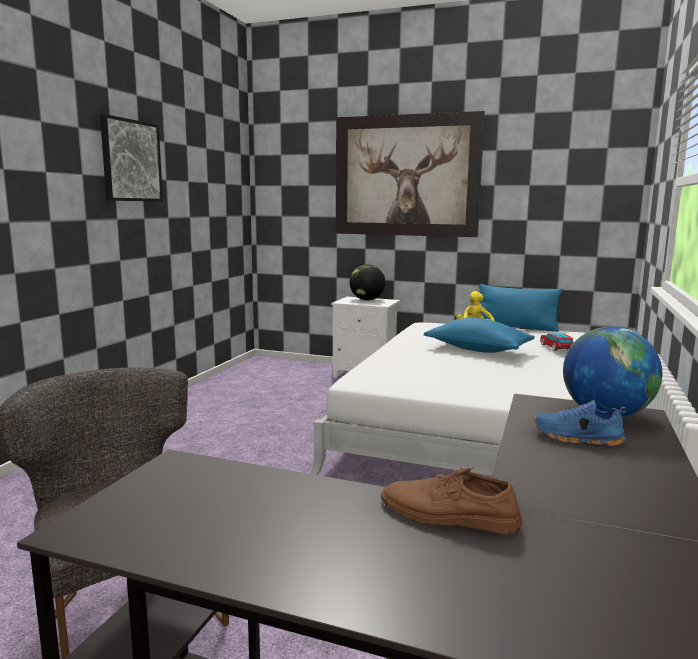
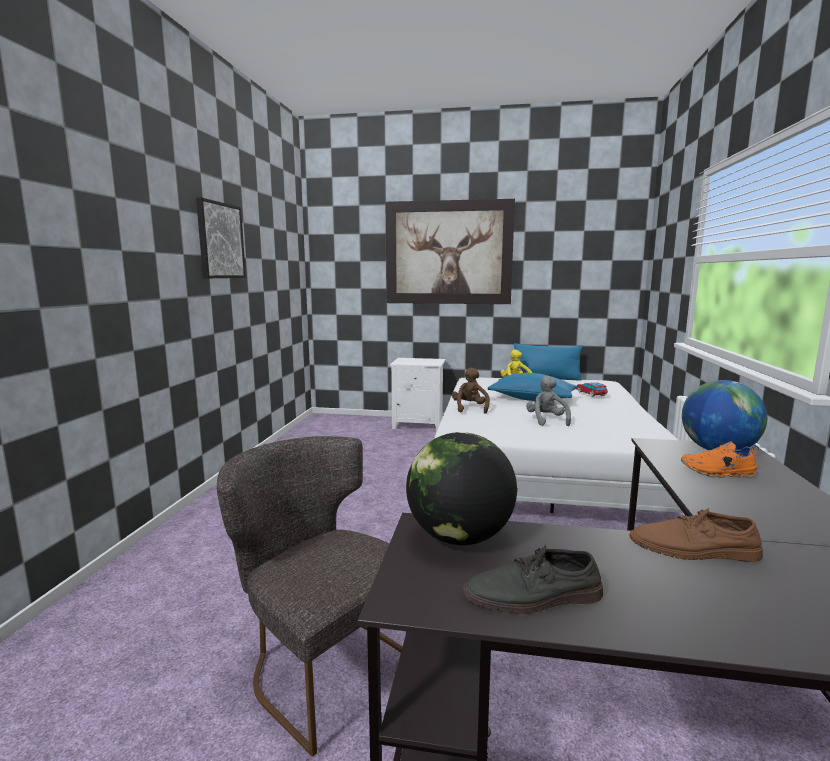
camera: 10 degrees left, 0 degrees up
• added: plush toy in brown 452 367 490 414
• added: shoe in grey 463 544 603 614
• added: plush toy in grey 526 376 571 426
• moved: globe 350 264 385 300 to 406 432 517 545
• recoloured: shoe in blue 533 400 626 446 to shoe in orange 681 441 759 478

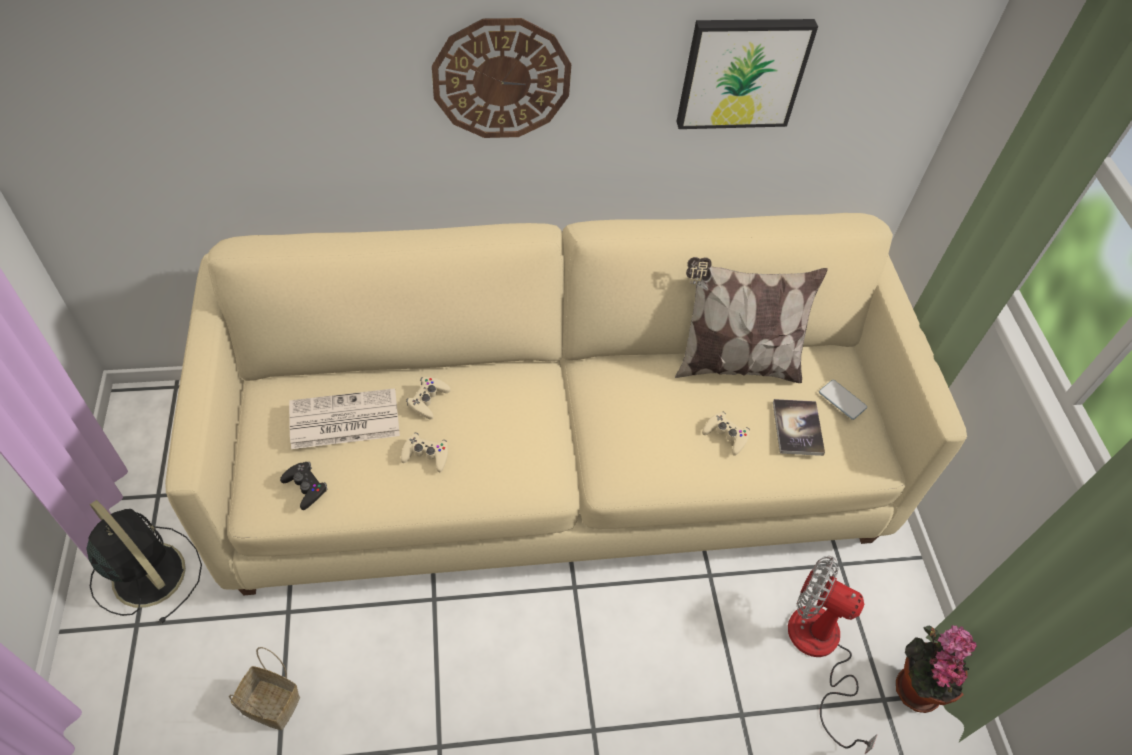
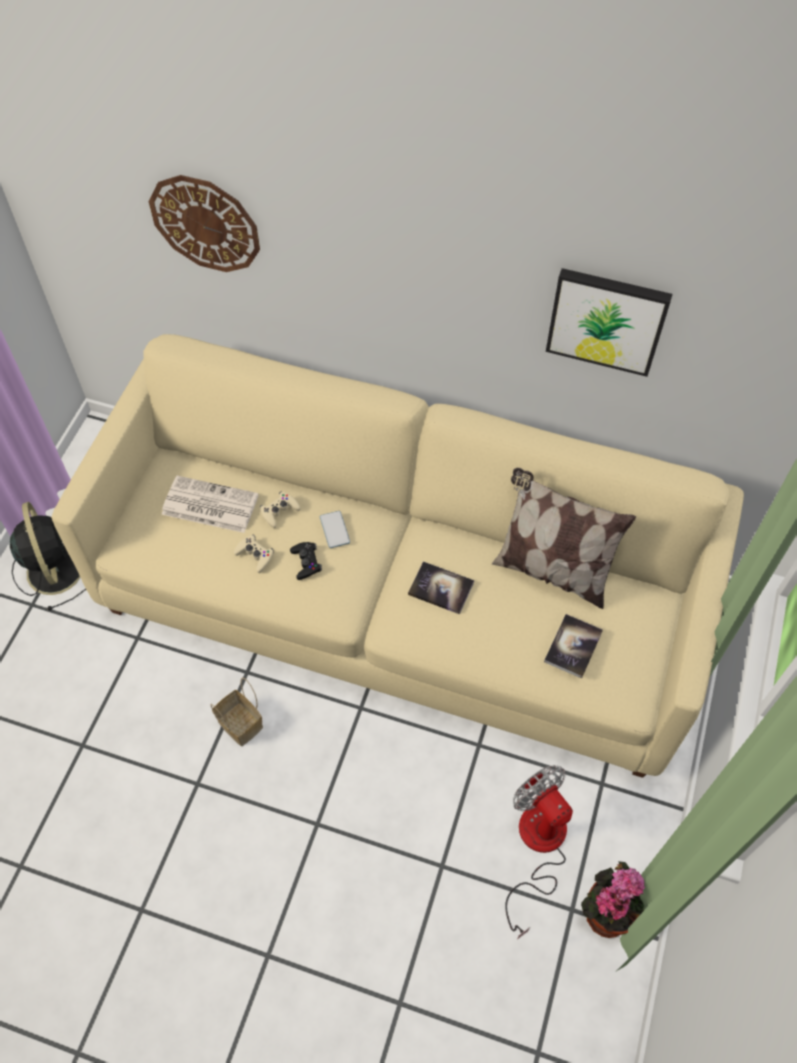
camera: 30 degrees right, 5 degrees up
• removed: game controller in beige 702 412 750 456
• added: book 408 561 474 614
• moved: basket 229 647 300 730 to 210 677 263 746
• moved: game controller in black 280 462 328 510 to 290 542 322 580
• moved: wall clock 432 18 571 138 to 149 175 260 272
• moved: phone 819 380 867 420 to 320 511 350 548

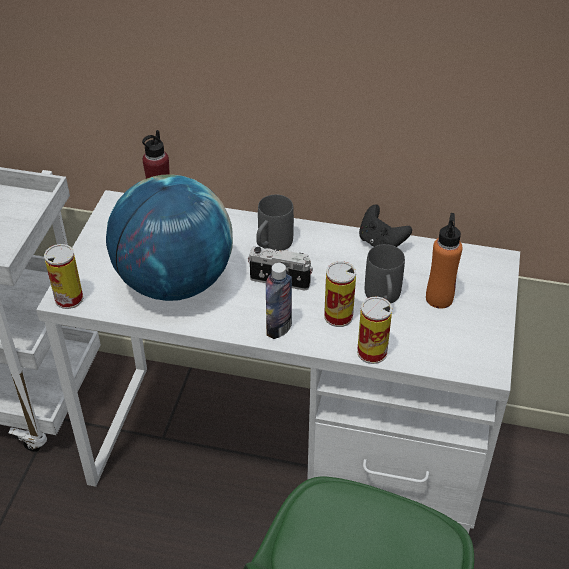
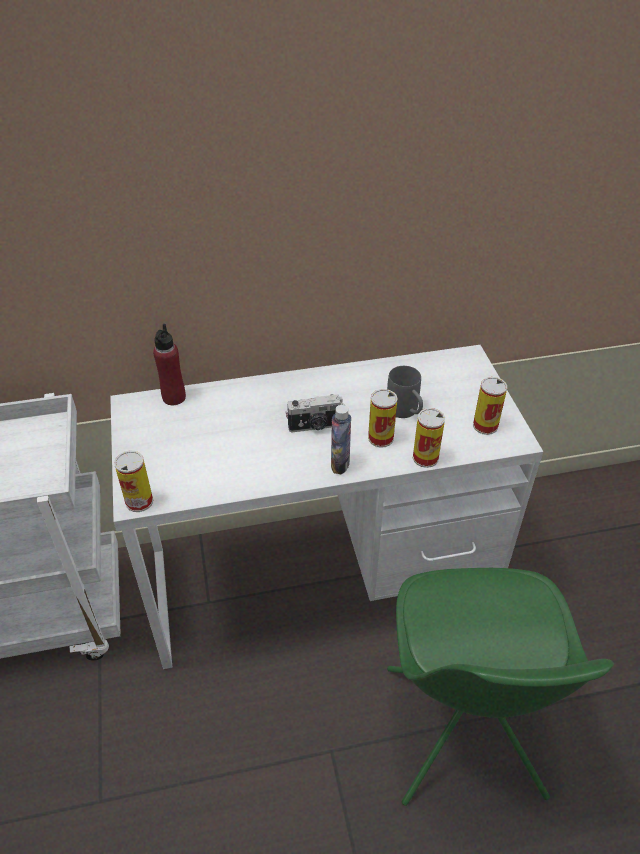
camera: 25 degrees left, 0 degrees up
• removed: globe 106 174 233 301
• removed: mug in grey 256 195 294 251
• removed: game controller in black 359 205 412 247
• removed: bottle in orange 426 213 463 309
• added: can 473 377 507 435

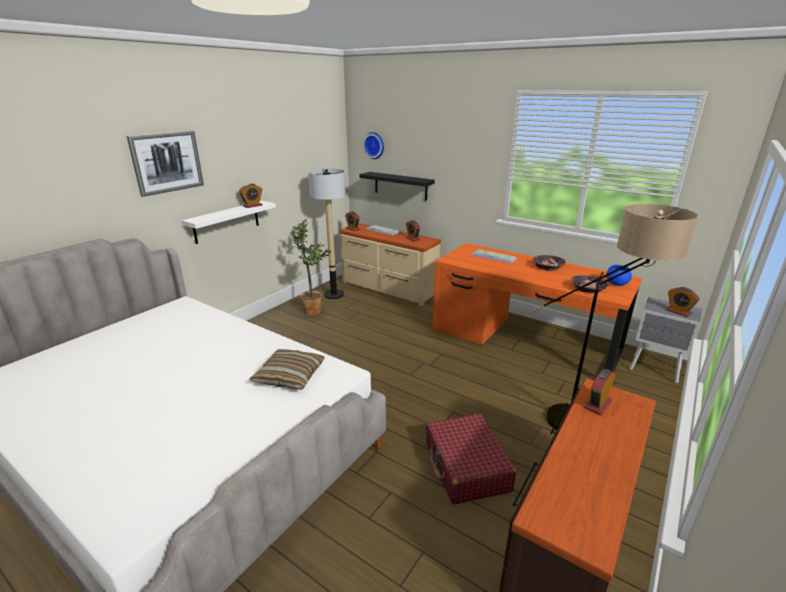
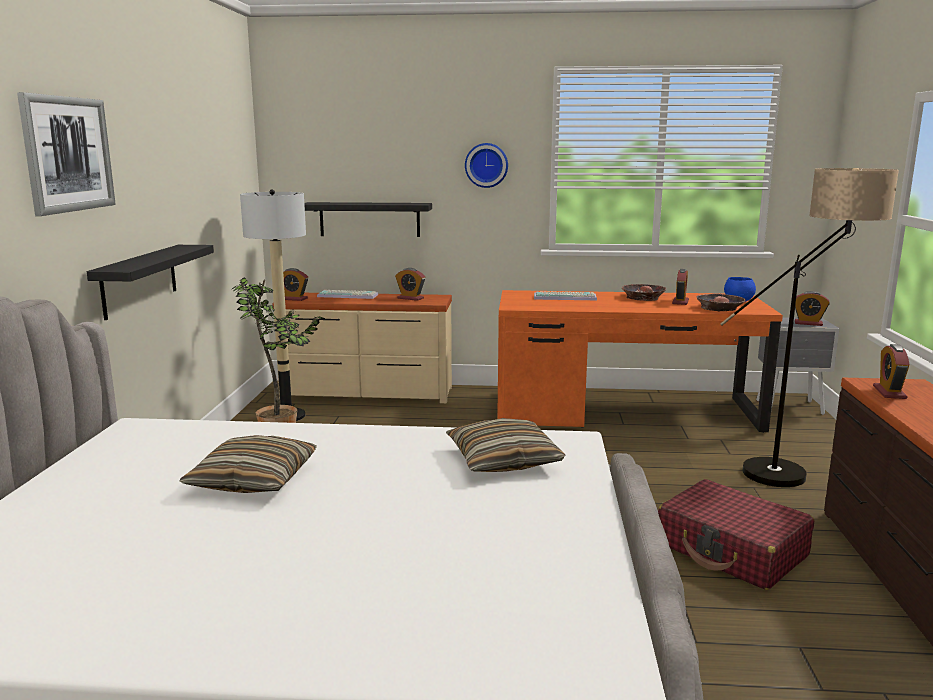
camera: 30 degrees left, 10 degrees down
• added: pillow 179 435 317 493
• moved: alarm clock 239 183 263 208 to 672 269 689 305
• moved: wall clock 363 132 384 159 to 465 143 508 188
• recoloured: shelf in white 182 201 276 244 to shelf in black 87 245 214 320

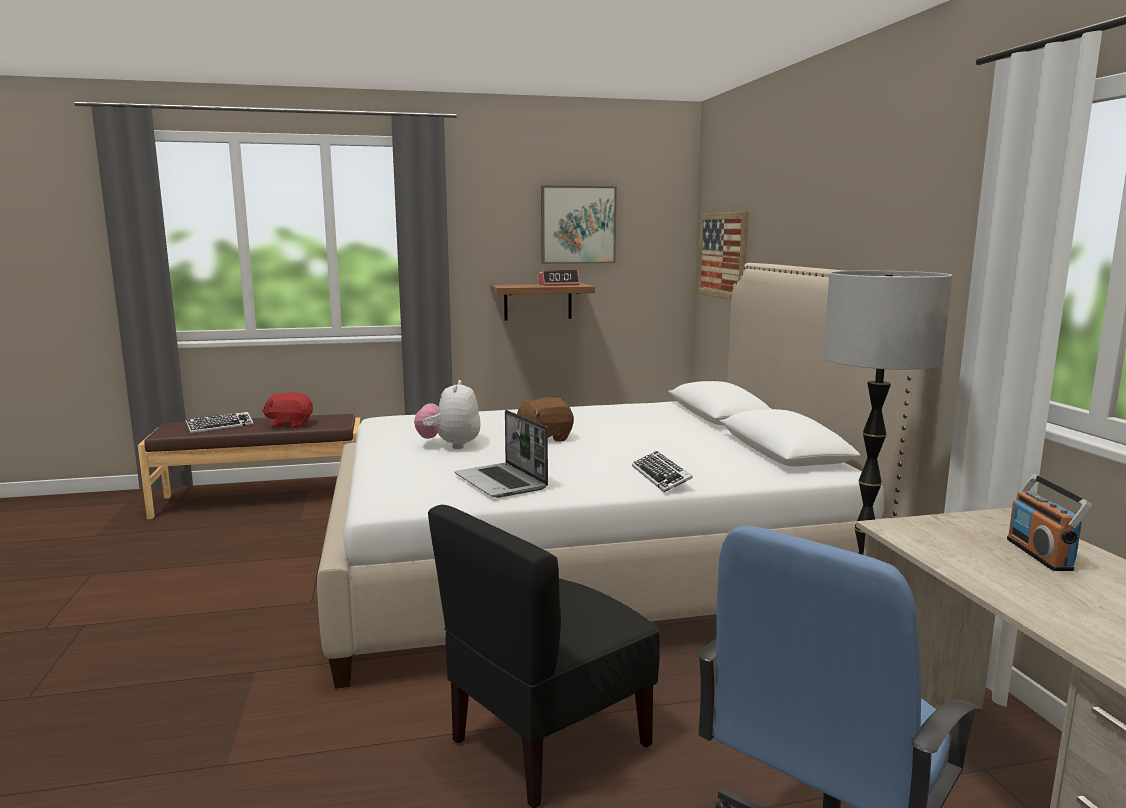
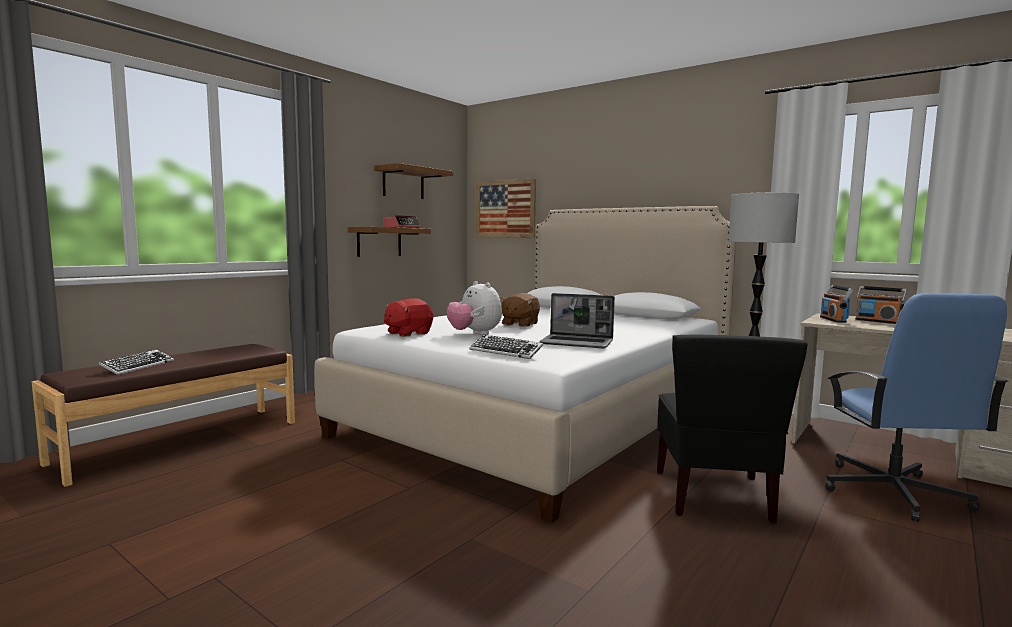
camera: 40 degrees left, 5 degrees down
• added: radio 820 285 853 323
• moved: plush toy in red 262 392 313 428 to 384 298 433 337
• moved: keyboard 632 451 693 492 to 469 335 543 359
• replaced: picture 541 185 617 264 to shelf 374 163 453 199

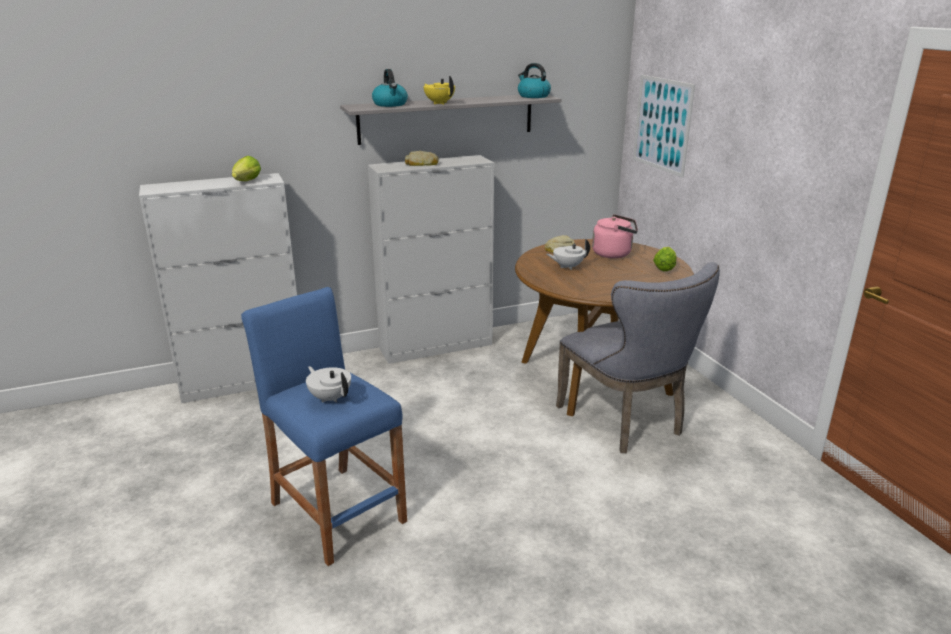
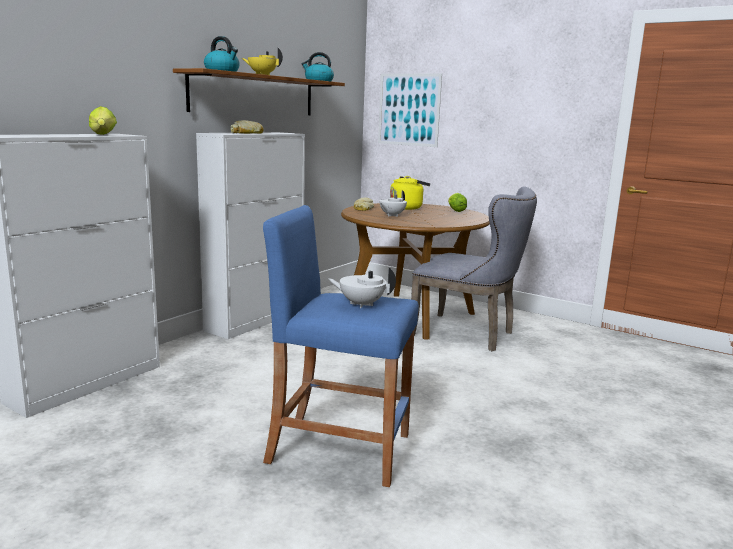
camera: 35 degrees left, 10 degrees down
• recoloured: shelf in grey 340 95 562 145 to shelf in brown 173 68 345 115
• recoloured: kettle in pink 592 214 638 258 to kettle in yellow 390 176 430 210

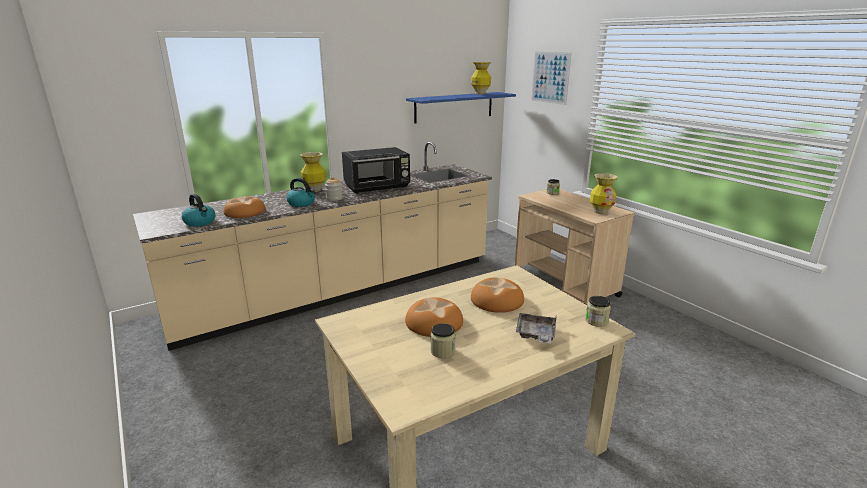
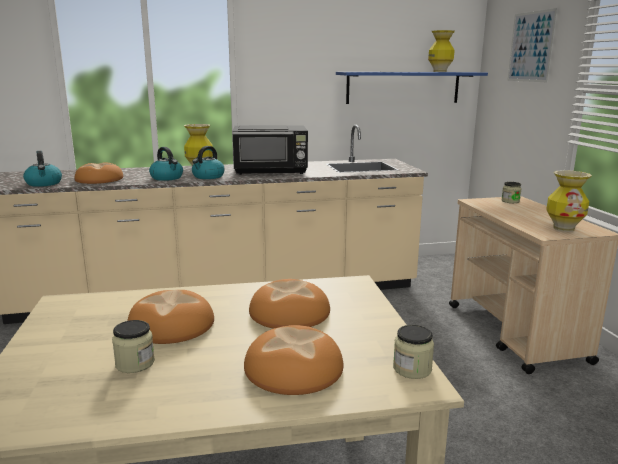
camera: 20 degrees right, 5 degrees down
• replaced: jar 325 177 343 201 to kettle 192 146 224 179
• replaced: tray in grey 516 313 556 344 to bread 244 325 343 395

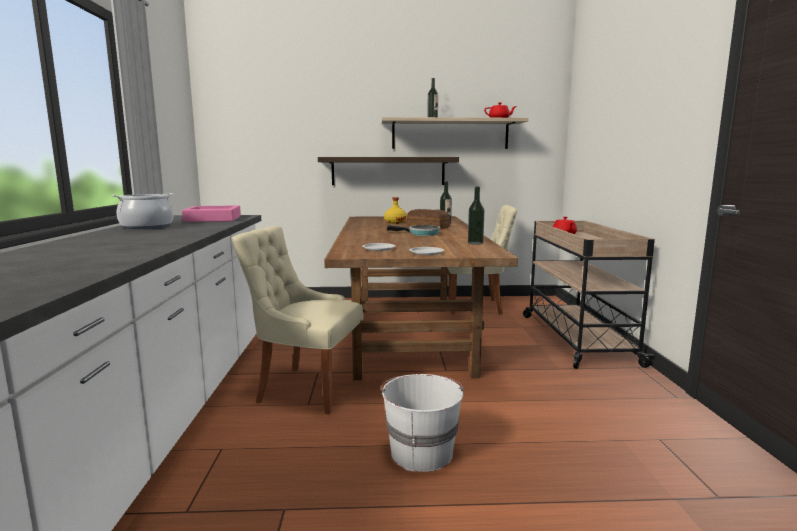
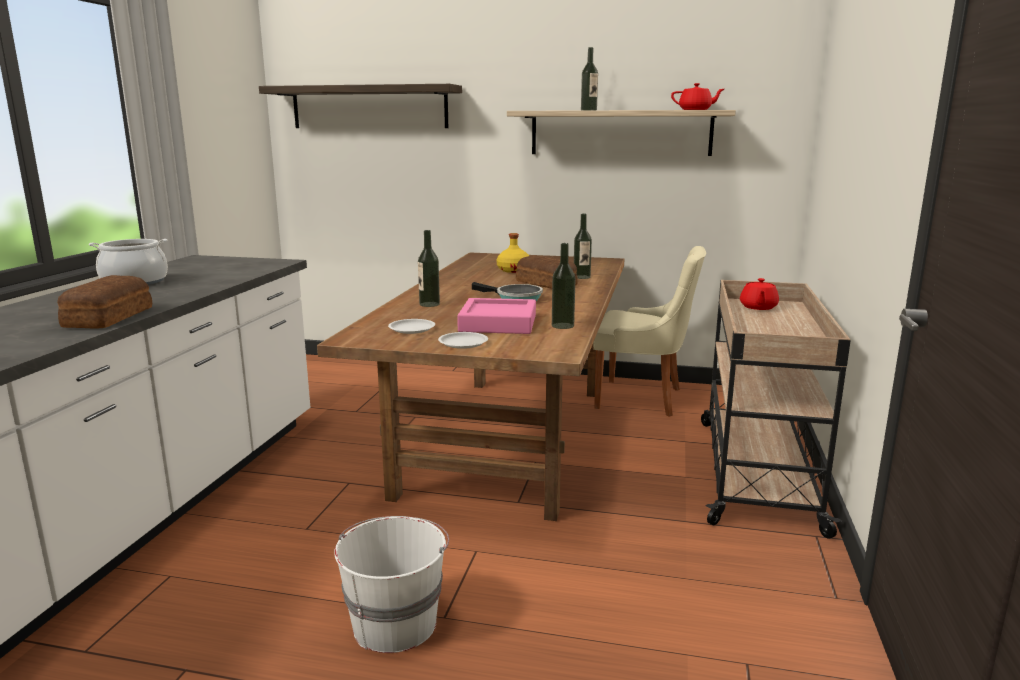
camera: 15 degrees right, 5 degrees up
• removed: chair in beige 232 226 364 414
• added: bread 57 275 152 328
• added: bottle 418 230 440 307
• moved: tray in pink 182 205 241 222 to 457 298 536 334
• moved: shelf 318 157 459 185 to 259 84 462 128

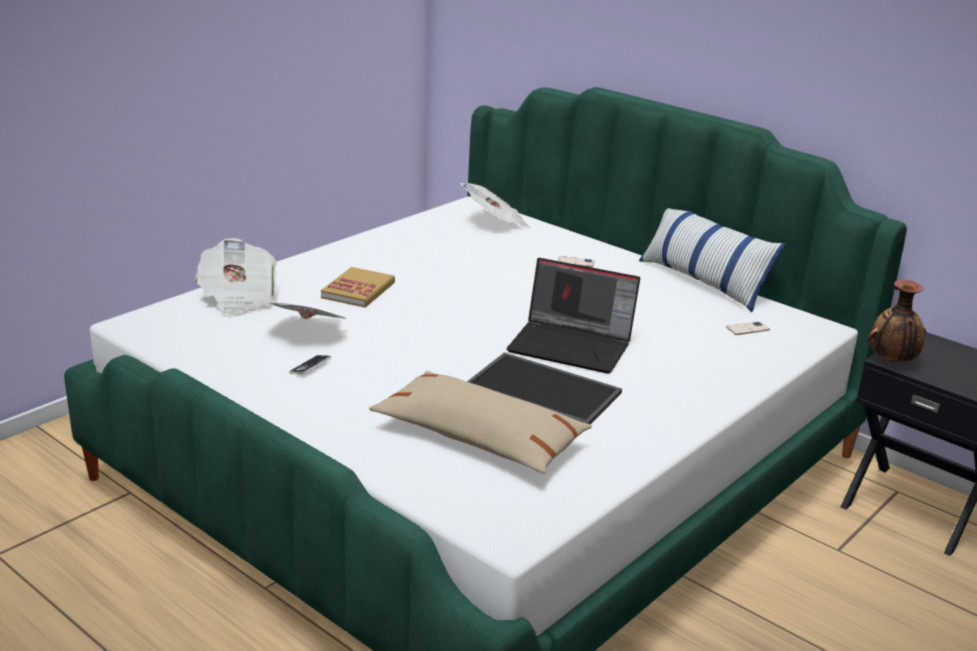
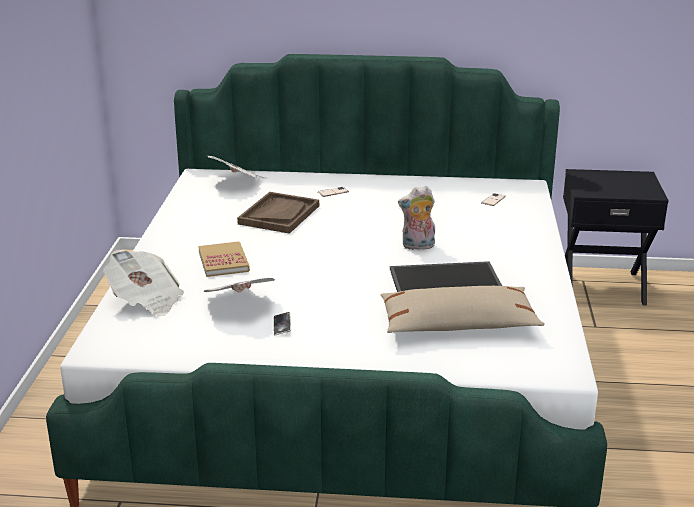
camera: 35 degrees left, 0 degrees up
• removed: pillow 639 208 786 312
• removed: vase 868 280 926 362
• added: tray in brown 237 192 319 234
• replaced: laptop 507 258 640 374 to plush toy 398 186 435 250

